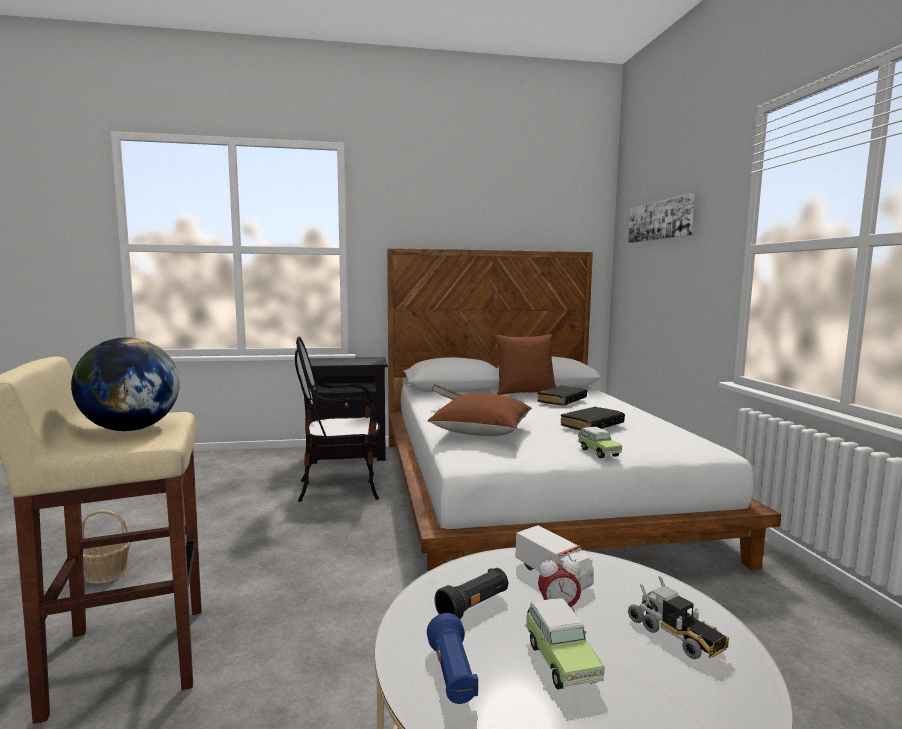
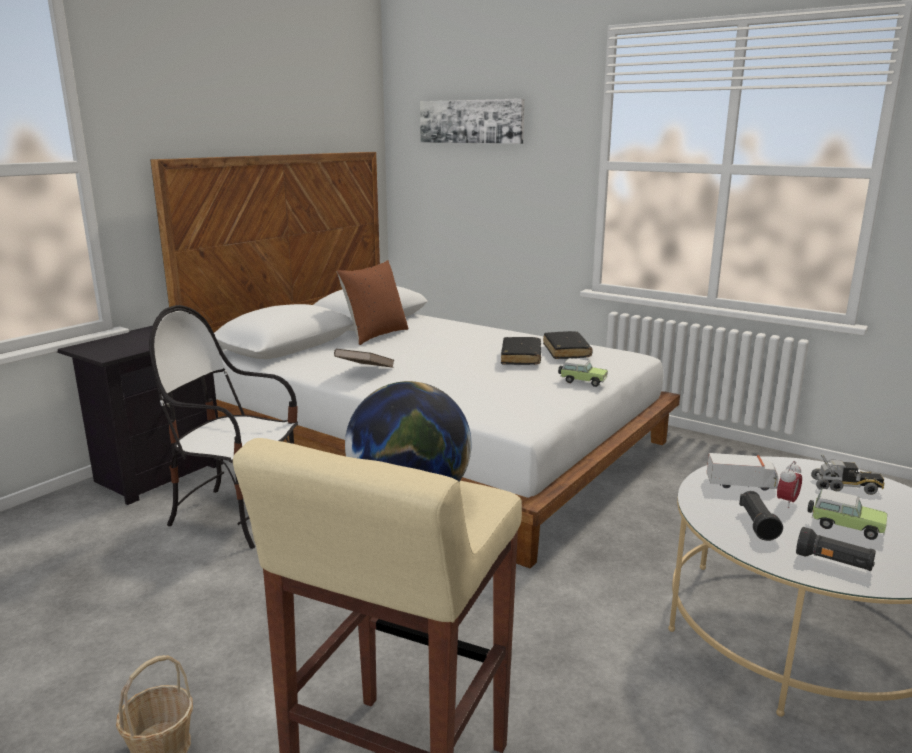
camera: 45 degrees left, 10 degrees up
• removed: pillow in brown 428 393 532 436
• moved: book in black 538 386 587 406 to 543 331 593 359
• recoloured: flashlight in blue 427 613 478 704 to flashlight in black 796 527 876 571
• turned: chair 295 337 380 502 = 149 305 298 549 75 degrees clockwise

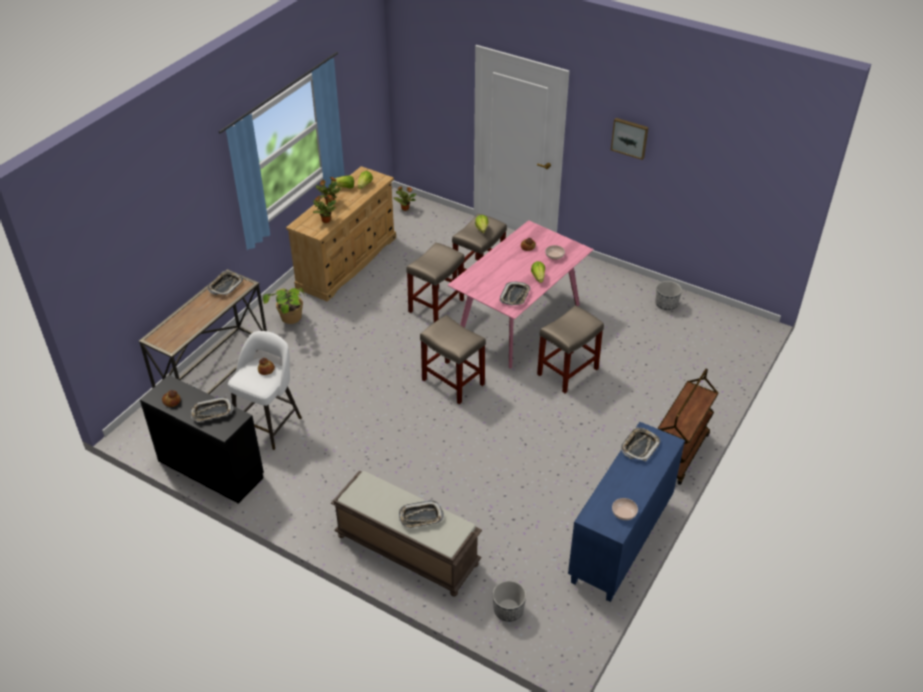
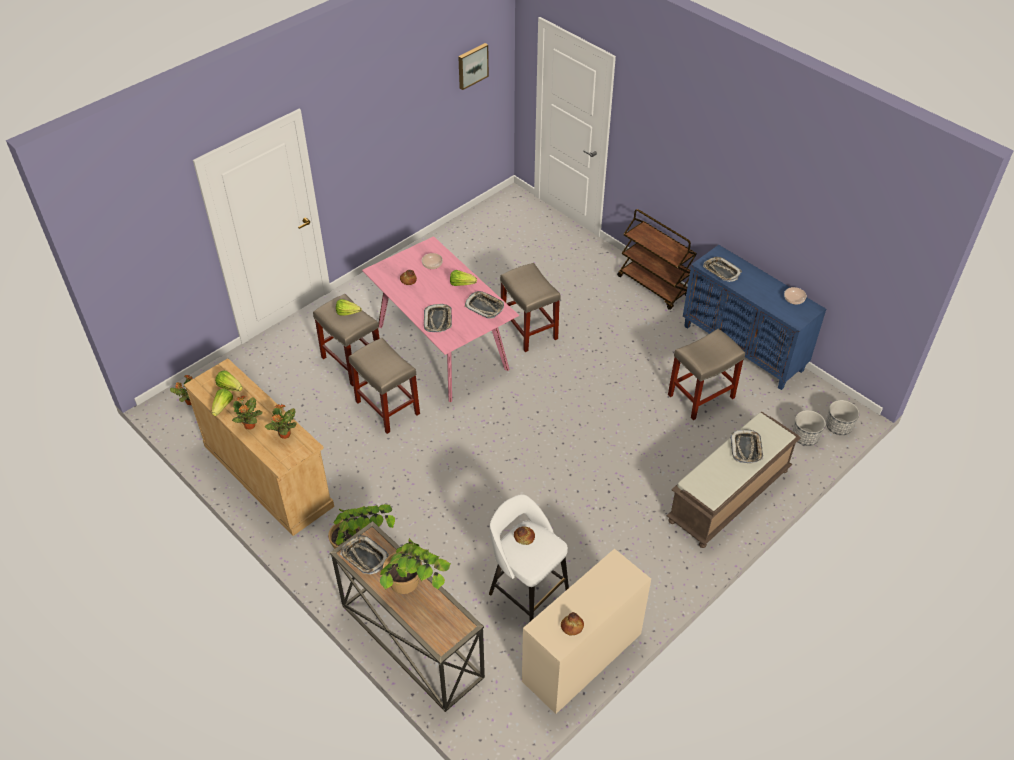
camera: 75 degrees left, 5 degrees up
• added: potted plant 380 538 451 594
• moved: tray 191 397 234 422 to 424 304 452 332
• moved: stool in beige 420 315 486 404 to 668 328 745 420
• moved: picture 611 118 649 160 to 458 43 489 90
• moved: planter 655 281 682 310 to 826 400 859 435
• recoloured: desk in black 140 375 264 504 to desk in beige 522 548 651 714

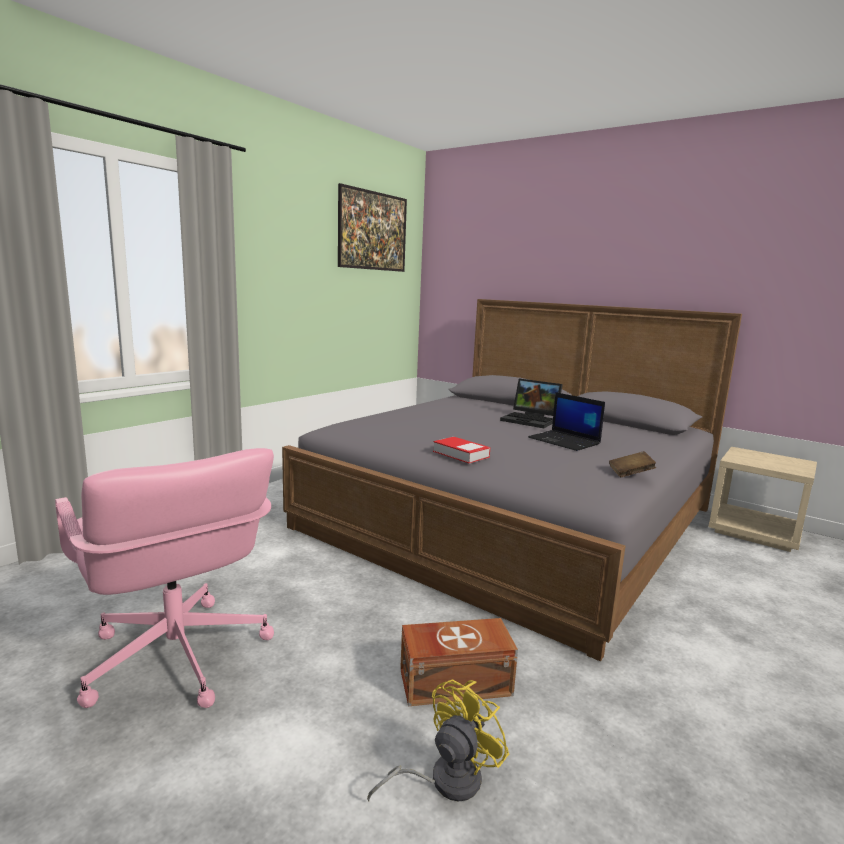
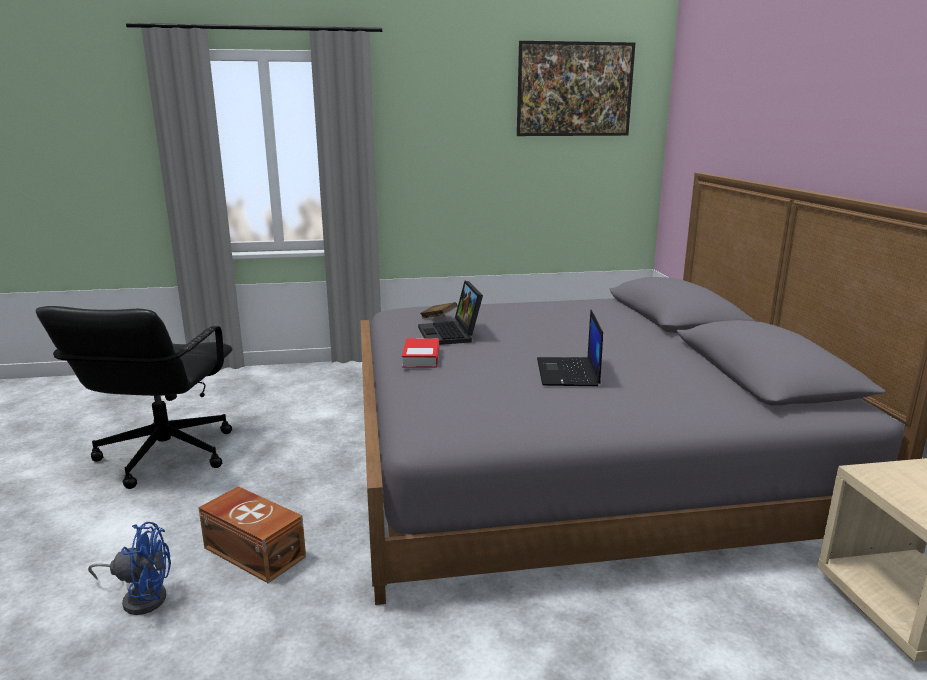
camera: 45 degrees right, 5 degrees up
• moved: laptop 500 379 563 428 to 418 281 483 345
• moved: book in brown 609 451 656 477 to 420 302 457 318
• recoloured: office chair in pink 55 448 274 708 to office chair in black 35 306 233 489
• recoloured: fan in yellow 367 680 509 802 to fan in blue 88 522 171 615

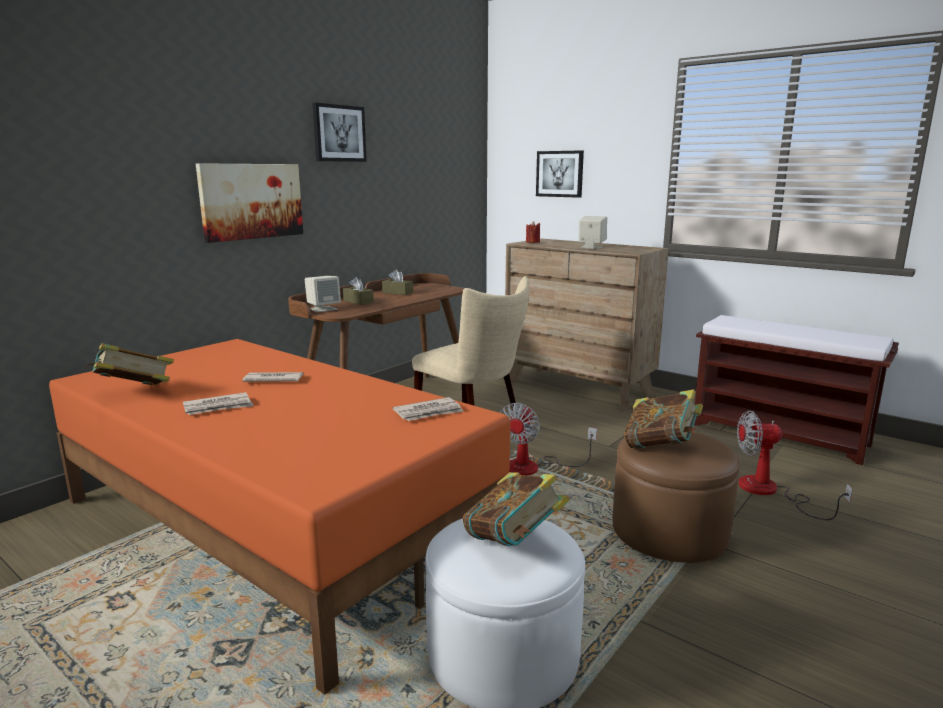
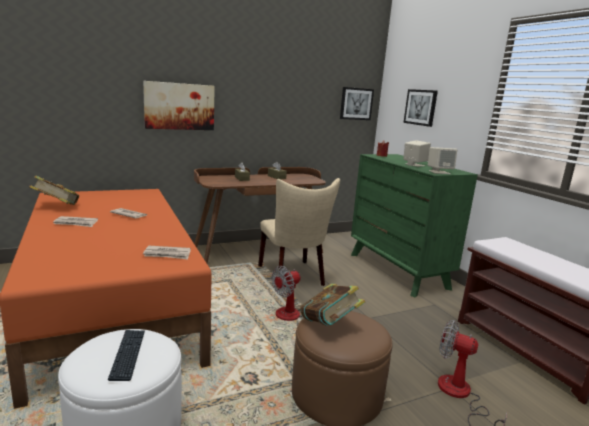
camera: 25 degrees right, 0 degrees up
• moved: speaker in beige 305 276 341 312 to 428 147 457 174
• moved: picture 313 103 367 162 to 340 87 374 120
• replaced: book 463 472 570 546 to keyboard 108 330 145 381
• recoloured: dresser in brown 505 239 669 412 to dresser in green 351 154 478 298

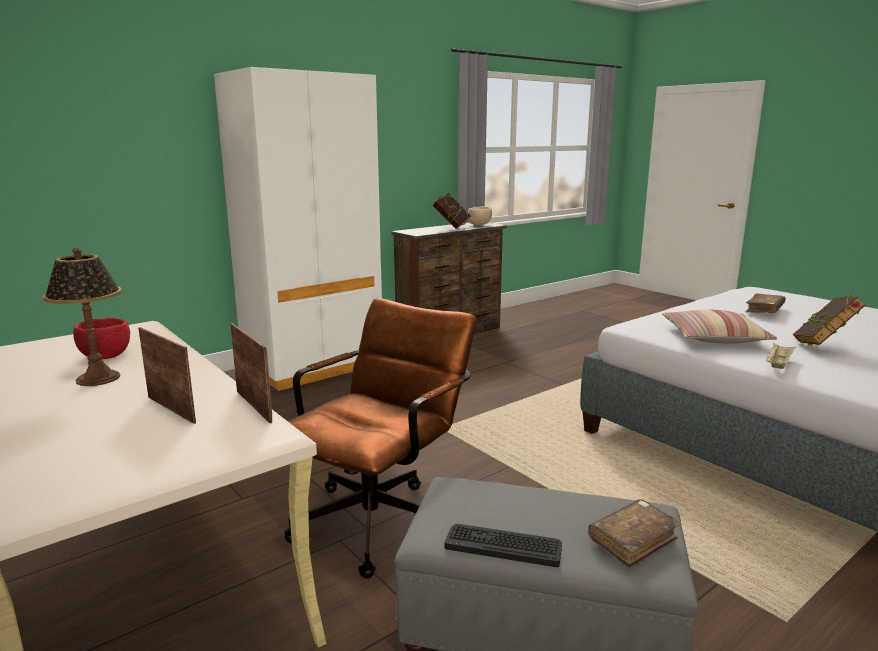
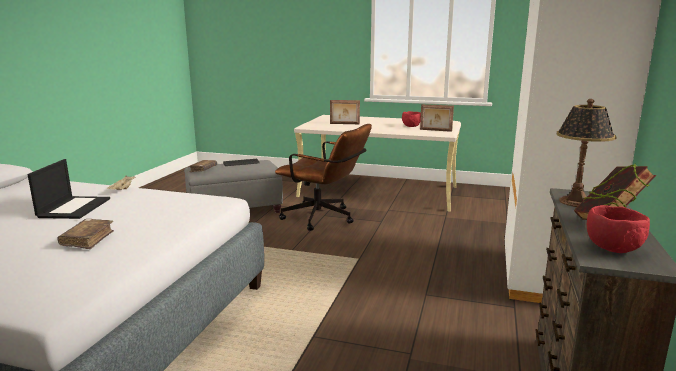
camera: 145 degrees right, 0 degrees up
• removed: pillow 662 309 777 344
• moved: table lamp 43 247 122 386 to 556 99 617 207
• moved: picture frame 230 323 272 424 to 420 104 454 132
• replaced: book 793 294 866 345 to laptop 28 159 110 219
• recoloured: bowl in beige 468 206 492 225 to bowl in red 587 205 650 253
• turned: office chair in brown 284 298 477 579 = 275 124 372 231 60 degrees counterclockwise

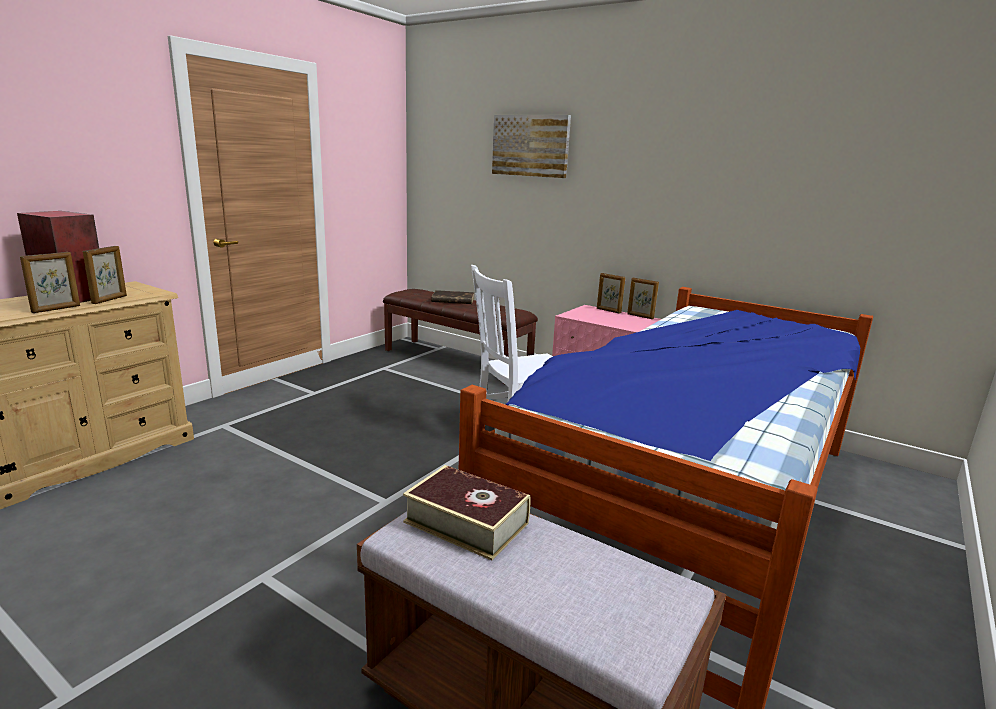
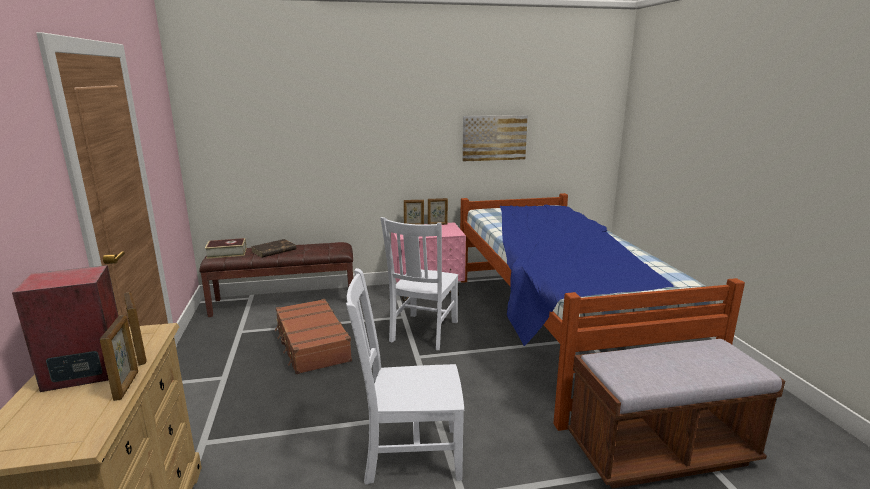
camera: 45 degrees left, 0 degrees up
• added: suitcase in brown 275 299 352 374
• added: chair in white 346 268 464 485
• moved: book 403 465 530 561 to 205 238 247 259
• moved: picture 492 115 571 178 to 462 115 528 161

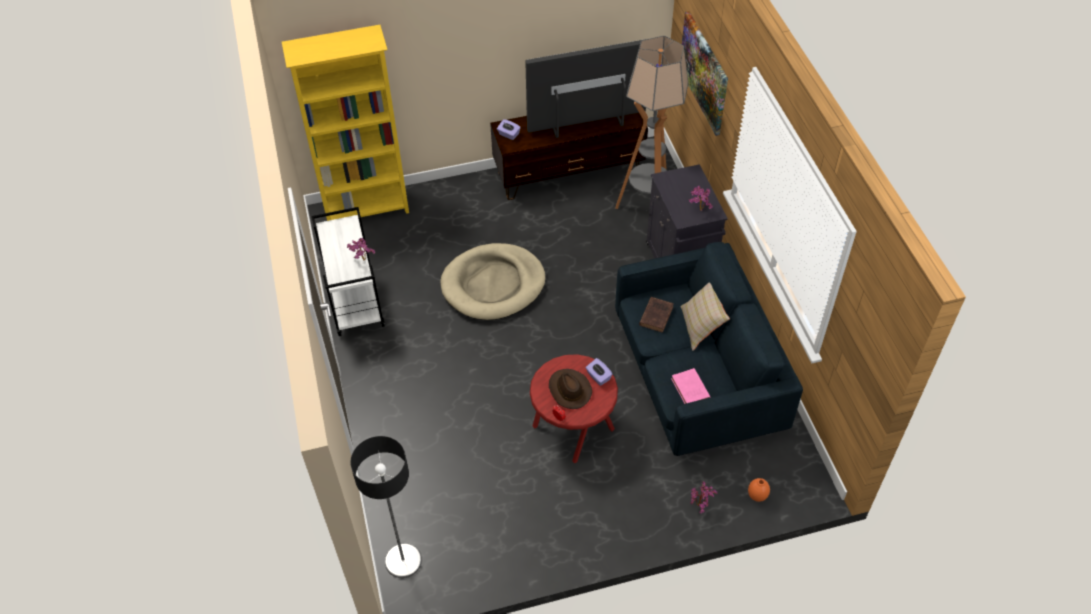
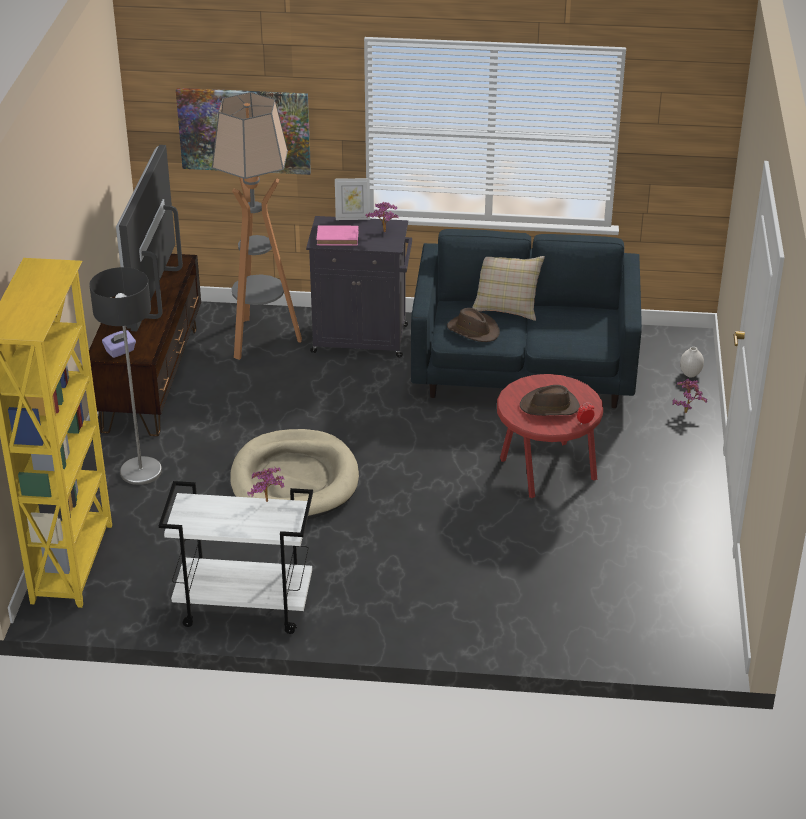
camera: 70 degrees left, 15 degrees down
• removed: tissue box in purple 586 358 613 386
• added: picture frame 335 178 370 220
• moved: floor lamp 350 436 422 578 to 89 267 162 485
• moved: book in pink 671 368 711 404 to 317 225 359 246
• replaced: book in brown 639 297 674 333 to hat in brown 447 308 500 342
• recoloured: vase in orange 748 478 770 502 to vase in white 680 347 704 377

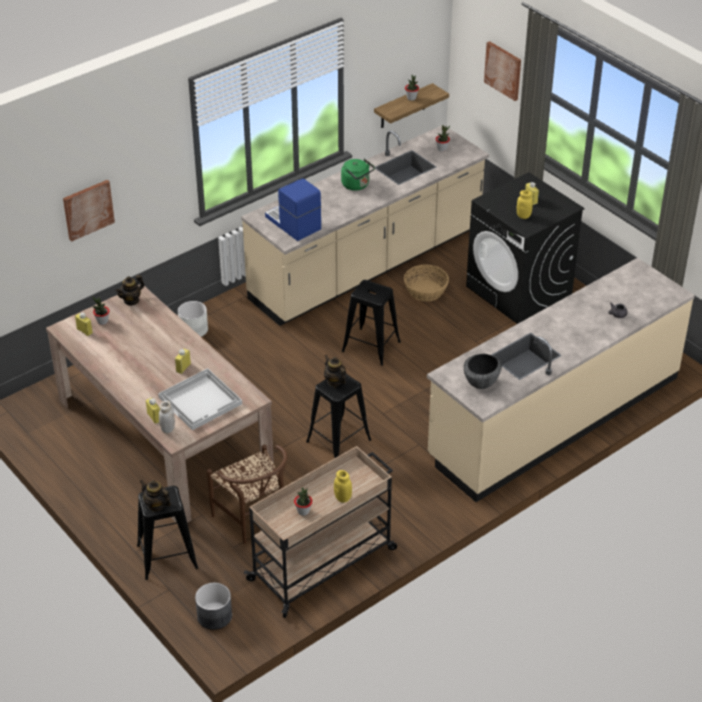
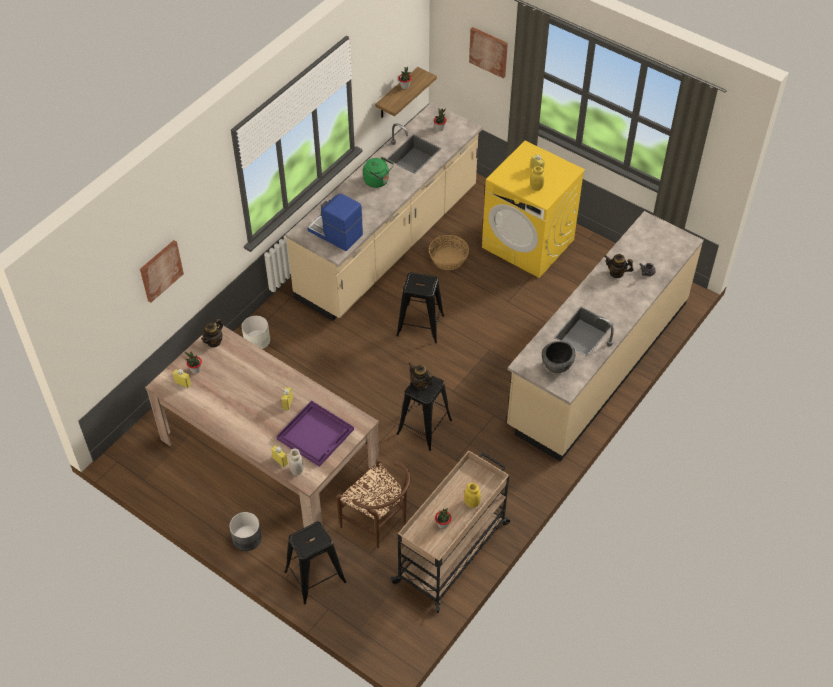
camera: 15 degrees left, 10 degrees up
• moved: teapot 139 480 171 512 to 605 254 634 278
• moved: planter in grey 195 583 232 630 to 229 512 262 551
• recoloured: tray in white 158 368 242 430 to tray in purple 276 400 354 467
• recoloured: washing machine in black 466 172 585 324 to washing machine in yellow 482 141 585 278

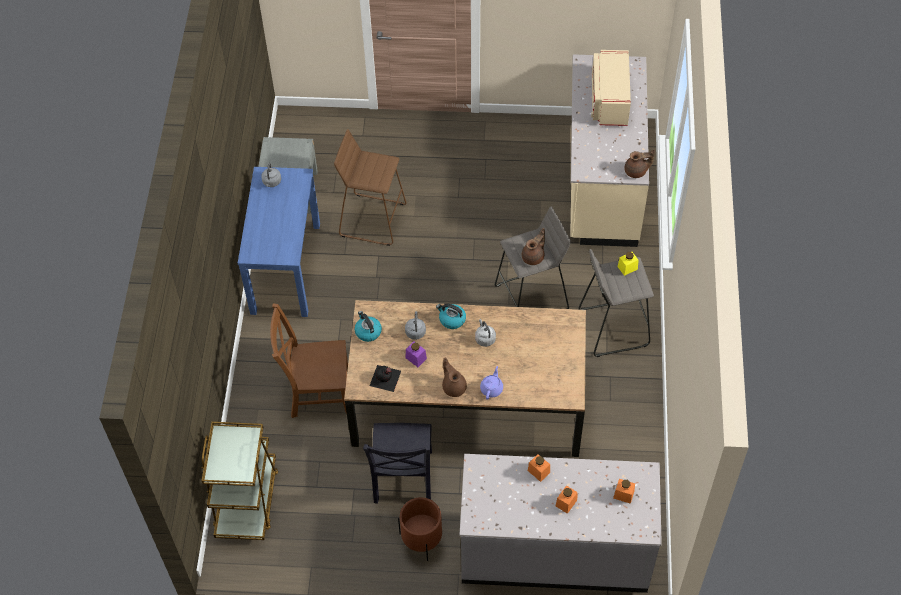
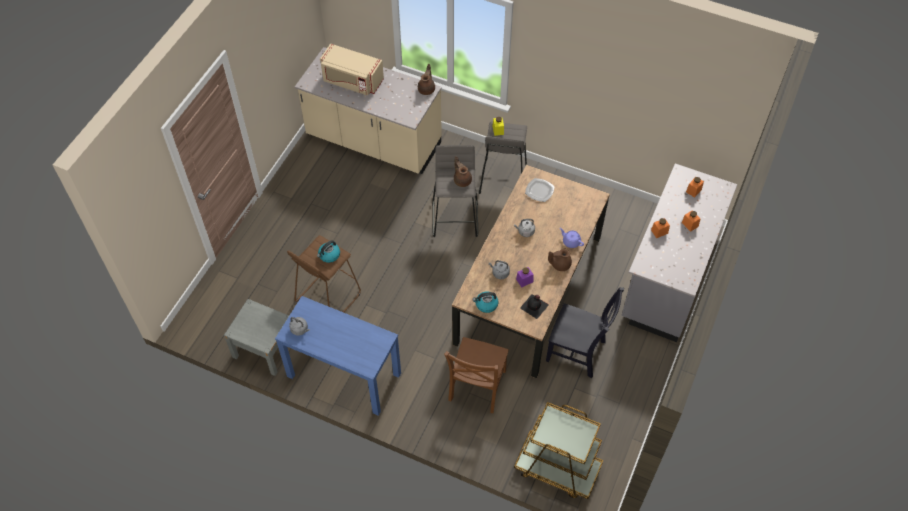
camera: 70 degrees left, 0 degrees up
• removed: planter in brown 398 497 442 561
• added: plate 525 178 555 202
• moved: kettle 436 304 466 329 to 317 240 340 263

